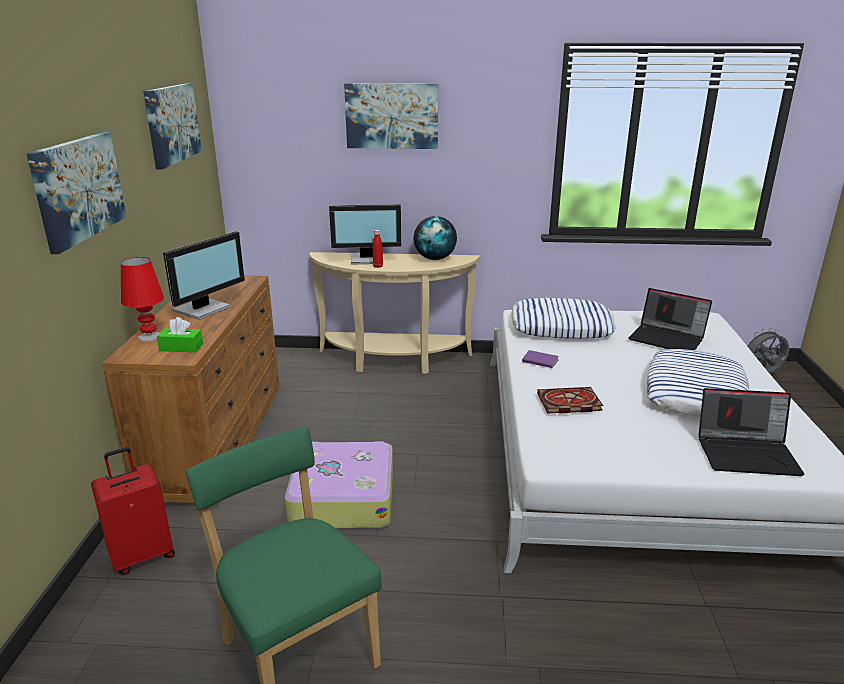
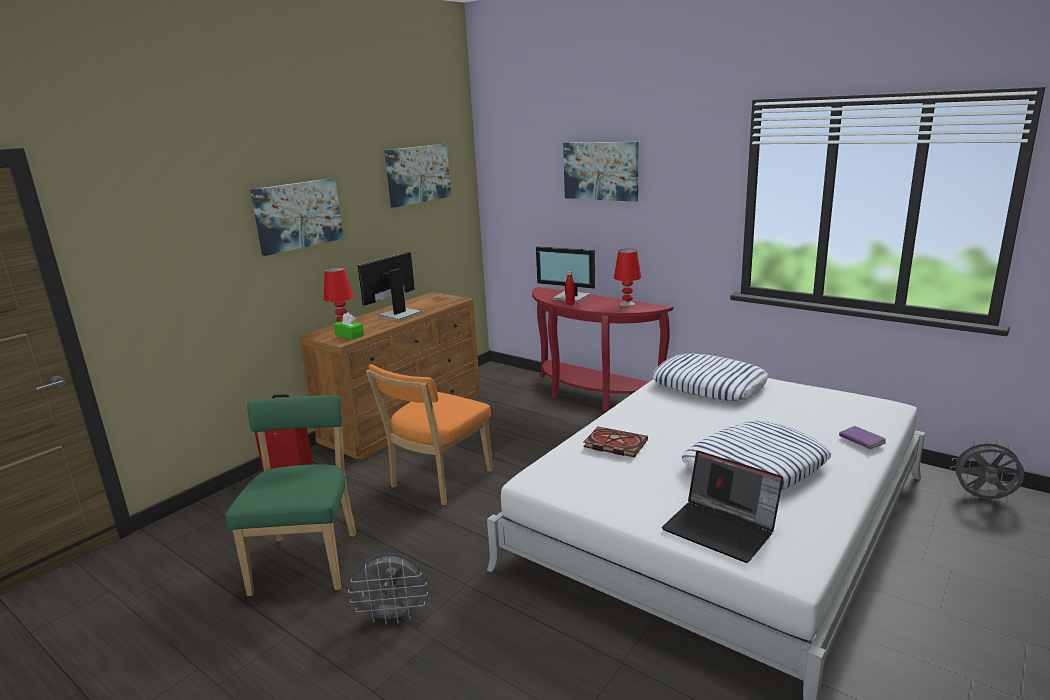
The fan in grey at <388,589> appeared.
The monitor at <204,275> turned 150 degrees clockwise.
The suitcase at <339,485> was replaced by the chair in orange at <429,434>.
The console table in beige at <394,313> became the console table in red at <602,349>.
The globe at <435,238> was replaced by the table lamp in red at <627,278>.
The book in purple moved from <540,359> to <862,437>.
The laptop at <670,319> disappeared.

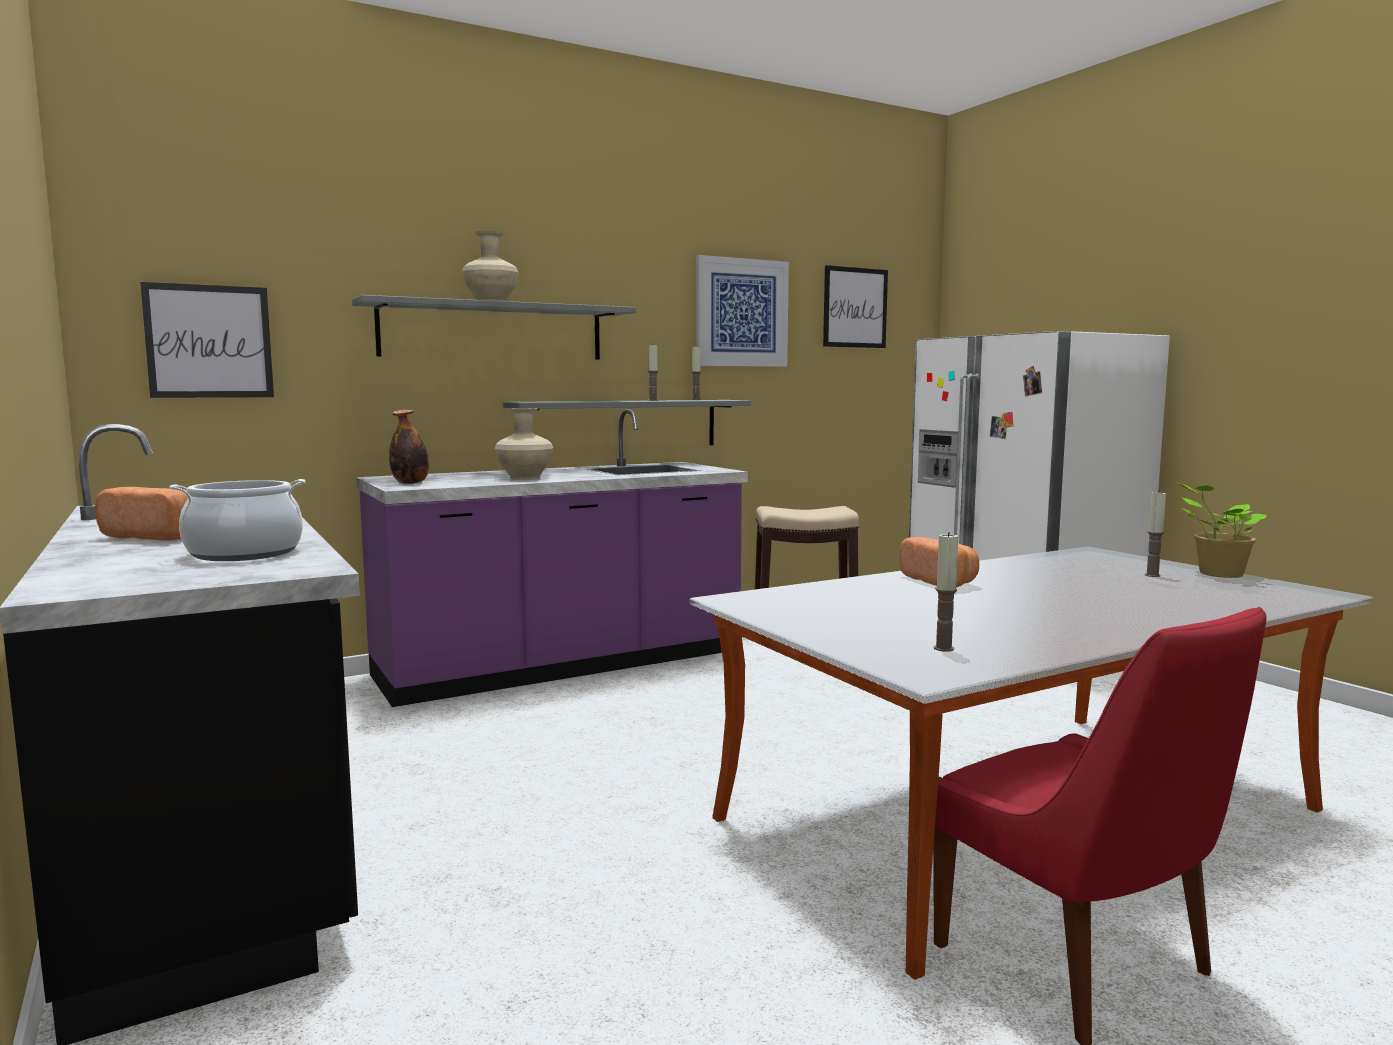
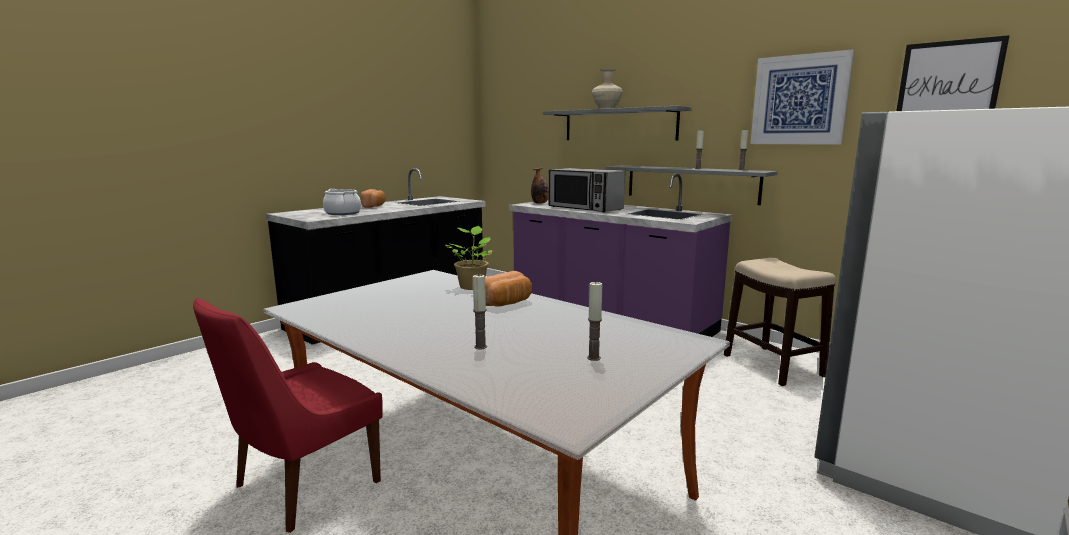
The potted plant moved from <1221,530> to <468,258>.
The candle moved from <946,592> to <480,312>.
The vase in beige at <524,444> was replaced by the microwave at <587,190>.
The picture at <207,340> disappeared.

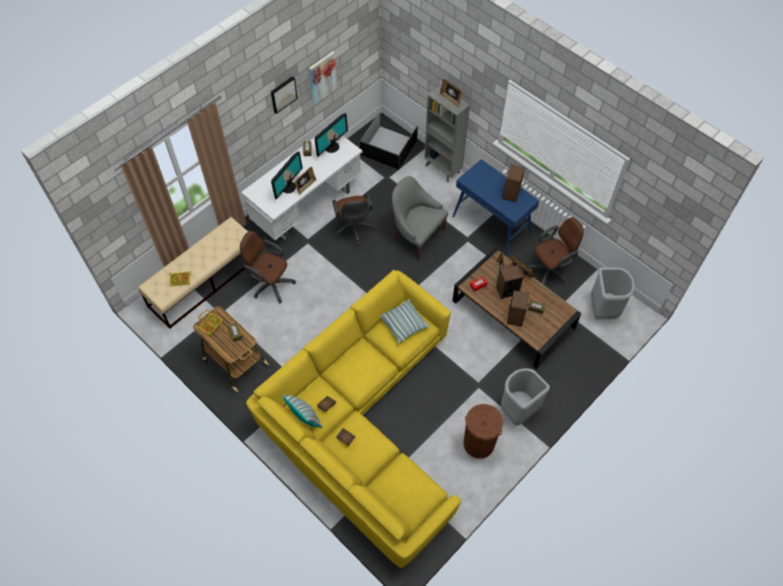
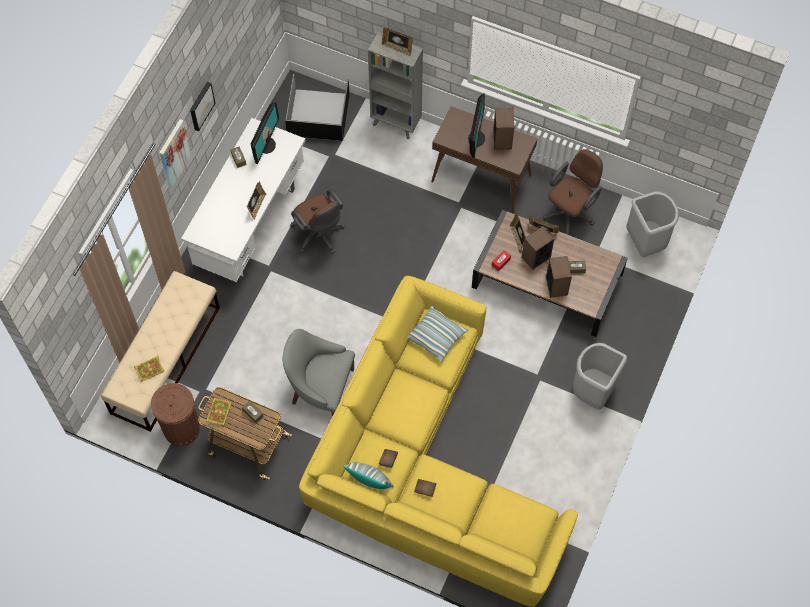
The trash can in brown moved from <483,431> to <175,414>.
The picture moved from <323,78> to <175,153>.
The armchair in grey moved from <420,218> to <319,372>.
The console table in blue at <496,207> became the console table in brown at <484,159>.
The monitor moved from <287,175> to <476,125>.
The office chair in brown at <268,267> disappeared.

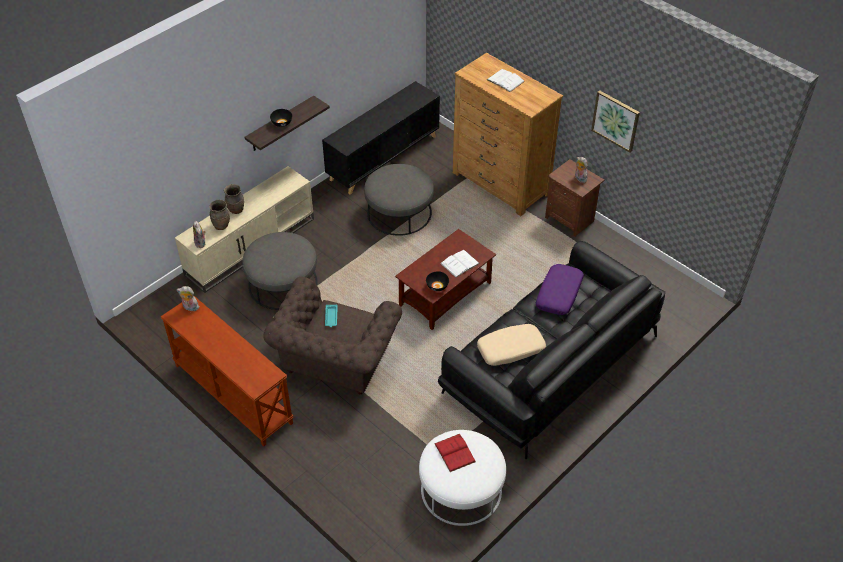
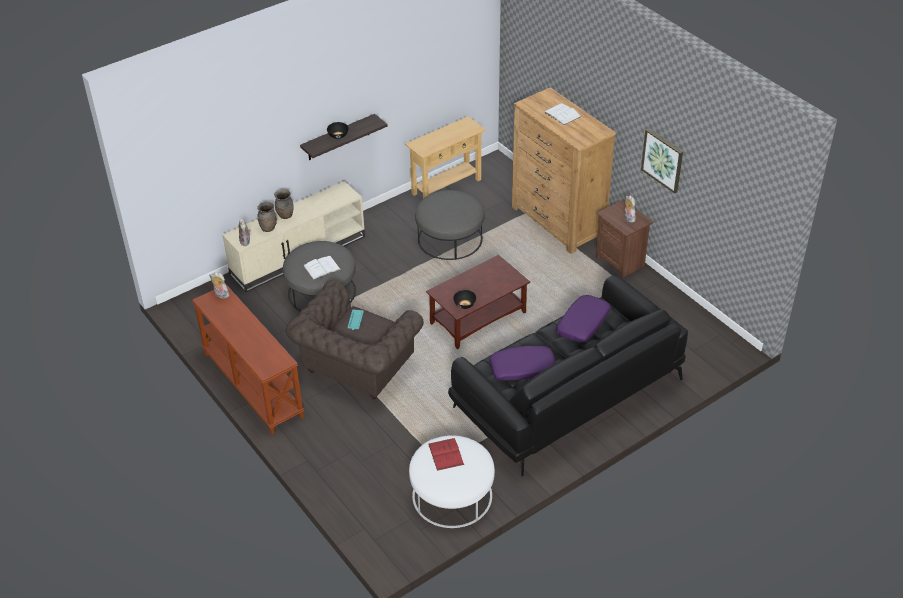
The book in white moved from <460,264> to <322,268>.
The cabinet in black at <381,137> was replaced by the console table in beige at <445,157>.
The pillow in beige at <511,345> became the pillow in purple at <522,363>.

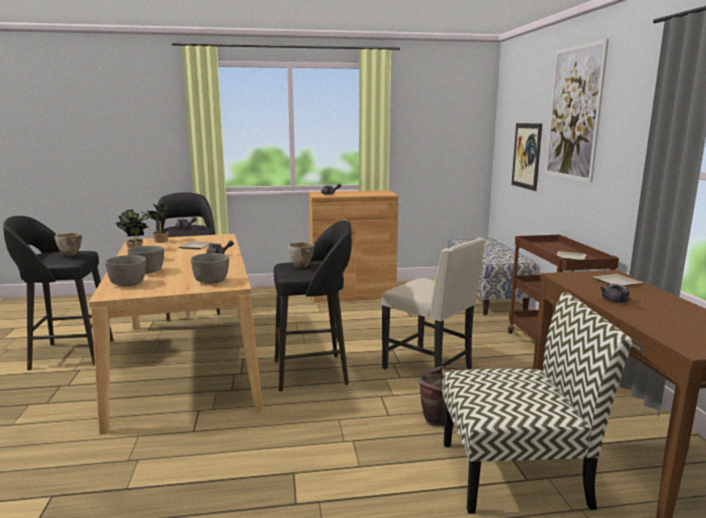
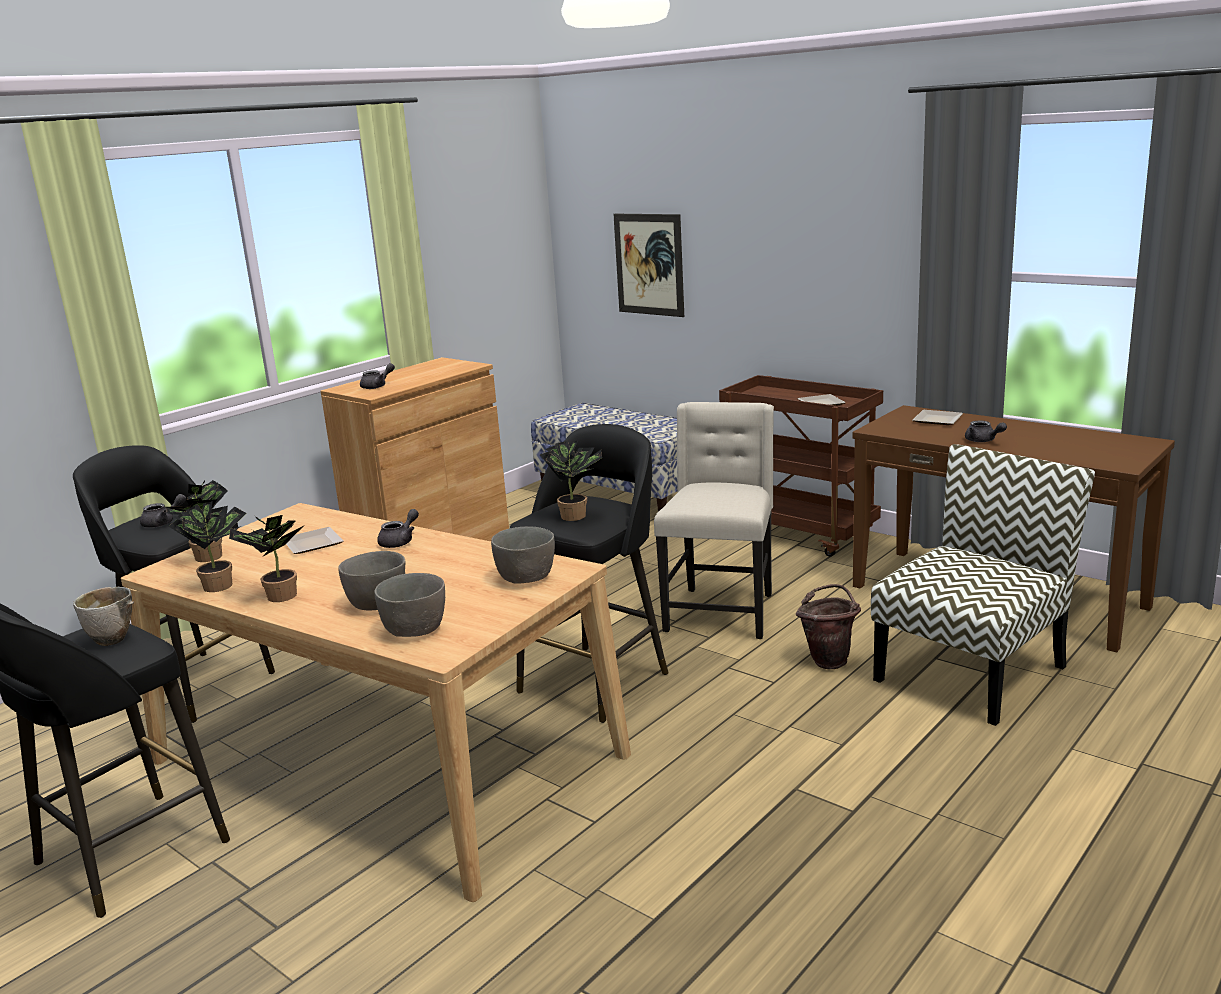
The bowl at <301,255> was replaced by the potted plant at <571,481>.
The chair in beige at <433,306> turned 75 degrees counterclockwise.
The picture at <577,110> disappeared.

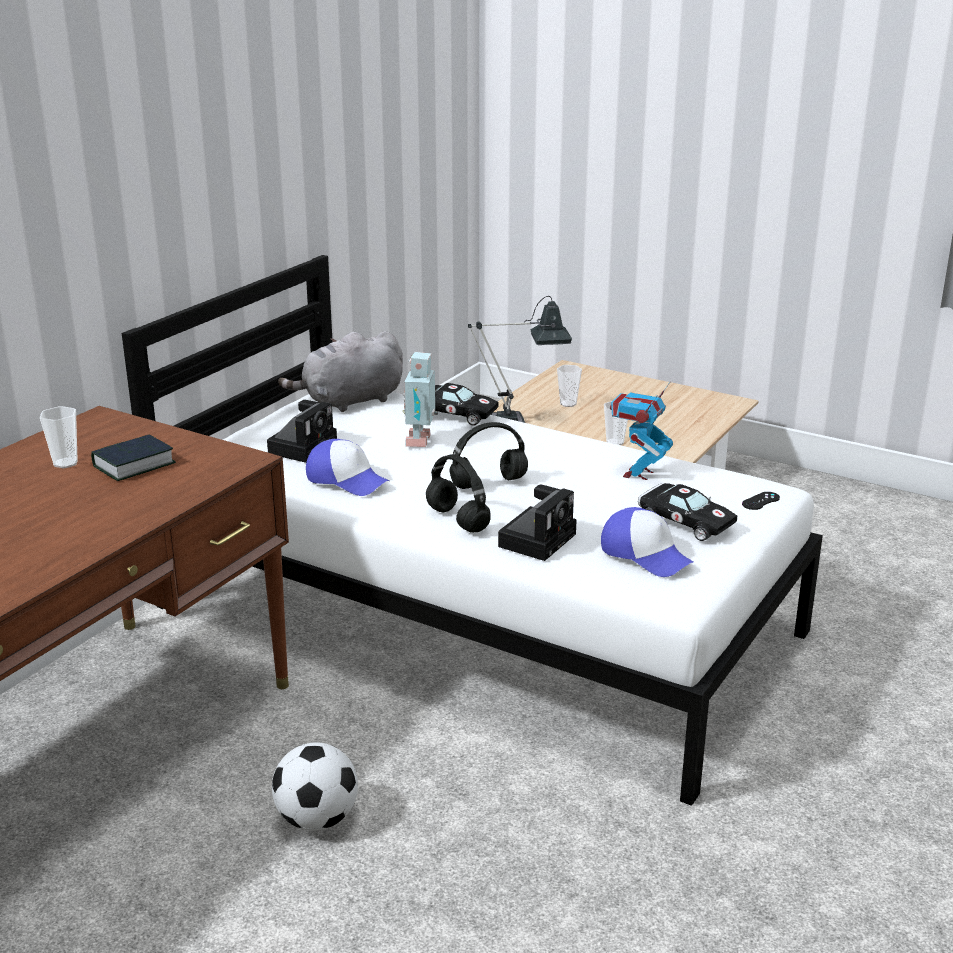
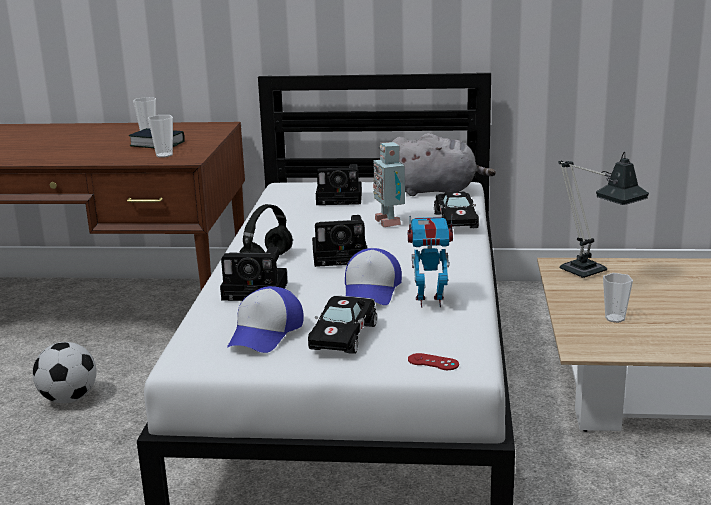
The cup moved from <569,386> to <160,136>.
The headphones in black at <489,455> was replaced by the photo camera at <339,241>.
The cap moved from <347,467> to <373,276>.
The toy robot at <420,399> turned 90 degrees counterclockwise.
The plush toy in grey at <340,371> turned 150 degrees clockwise.
The game controller in black at <761,501> became the game controller in red at <433,361>.

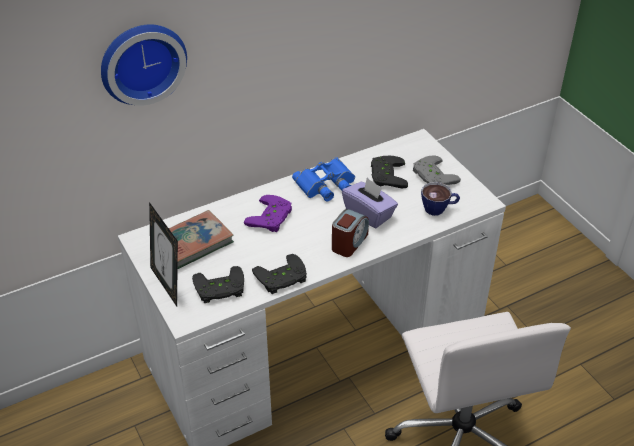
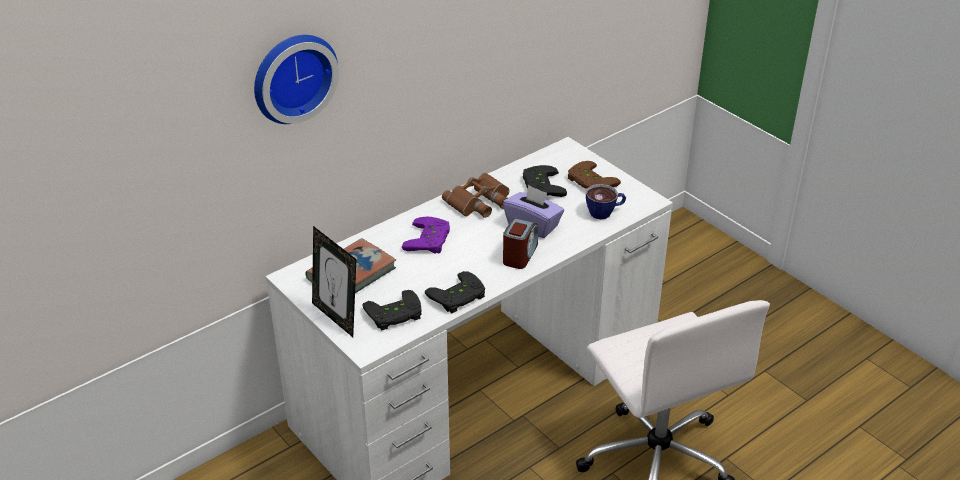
The binoculars in blue at <323,179> became the binoculars in brown at <476,195>.
The game controller in grey at <437,170> became the game controller in brown at <594,175>.

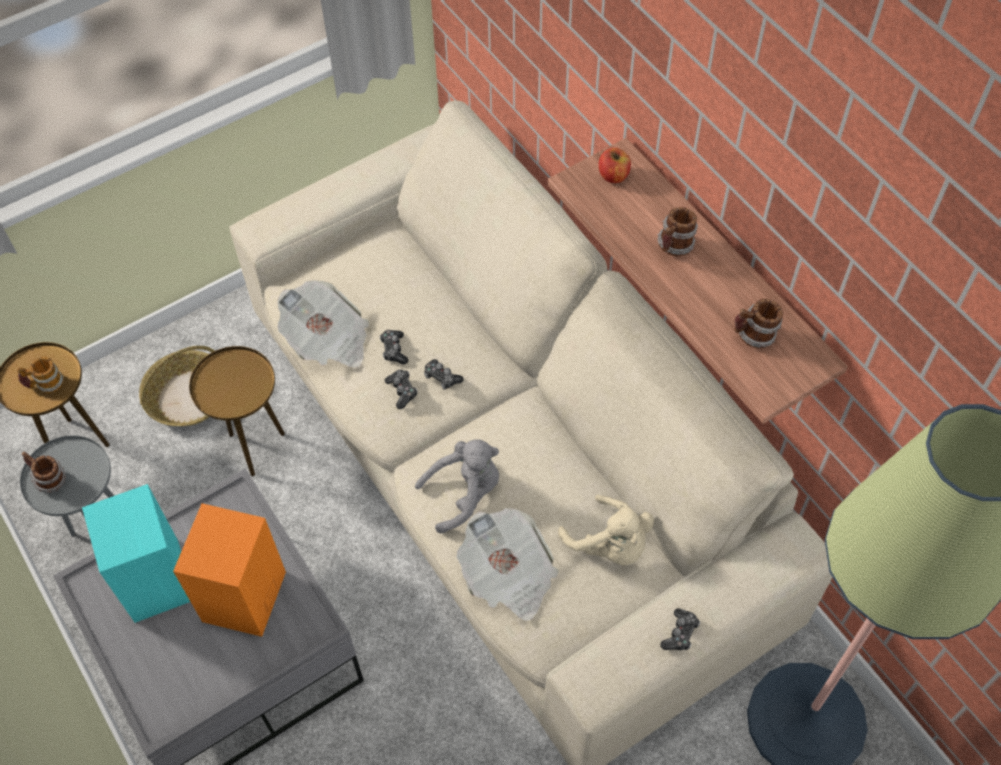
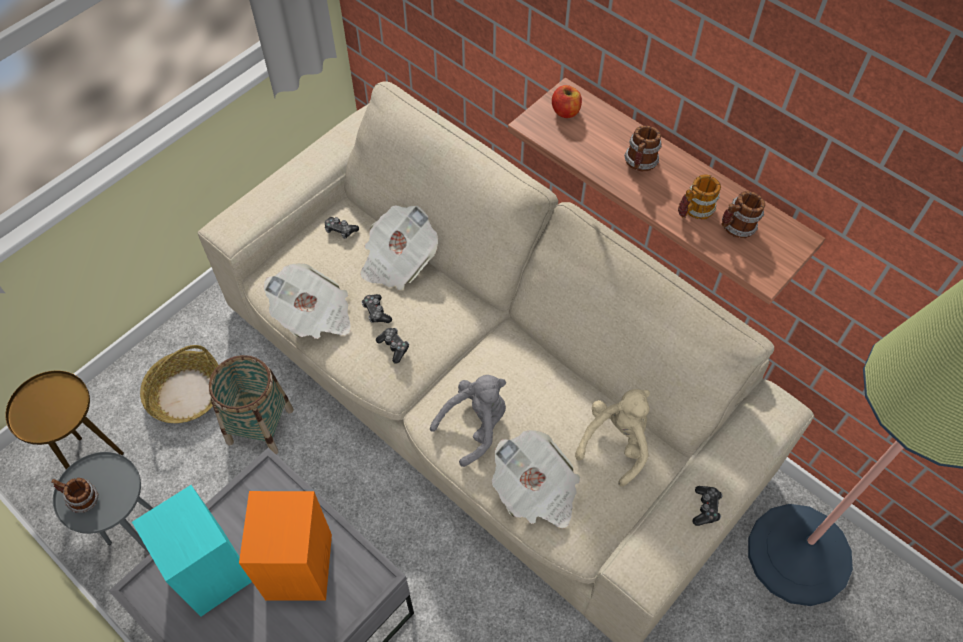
The side table in brown at <237,411> was replaced by the basket at <251,404>.
The game controller moved from <444,374> to <342,228>.
The newspaper at <399,247> appeared.
The plush toy in beige at <606,530> turned 90 degrees counterclockwise.
The mug moved from <40,375> to <699,196>.

